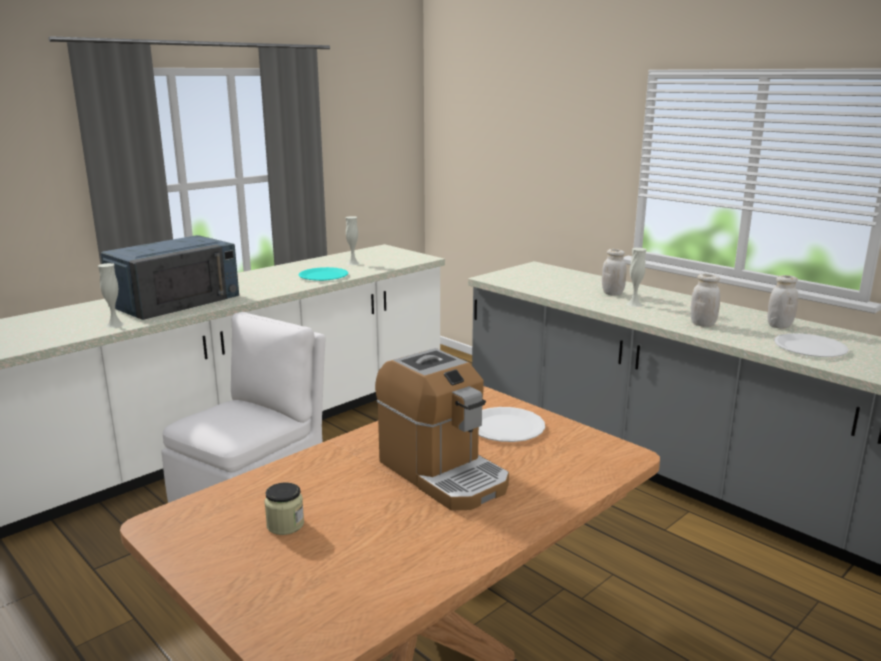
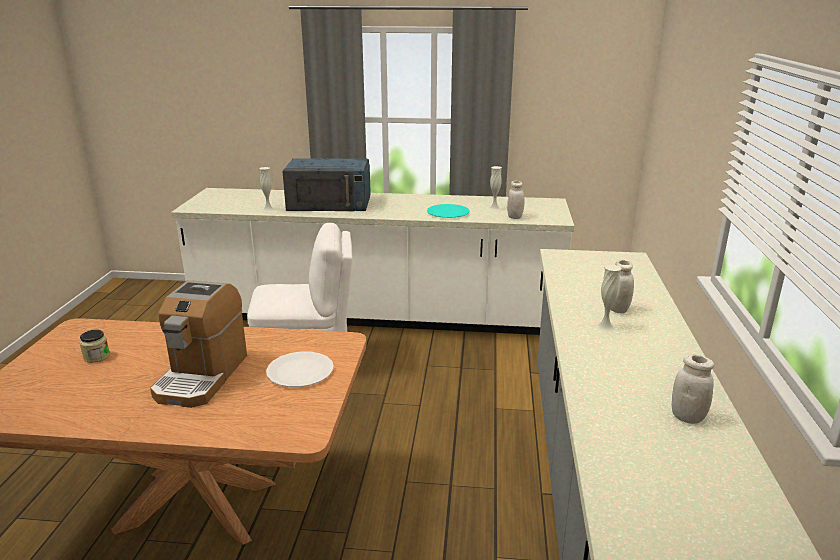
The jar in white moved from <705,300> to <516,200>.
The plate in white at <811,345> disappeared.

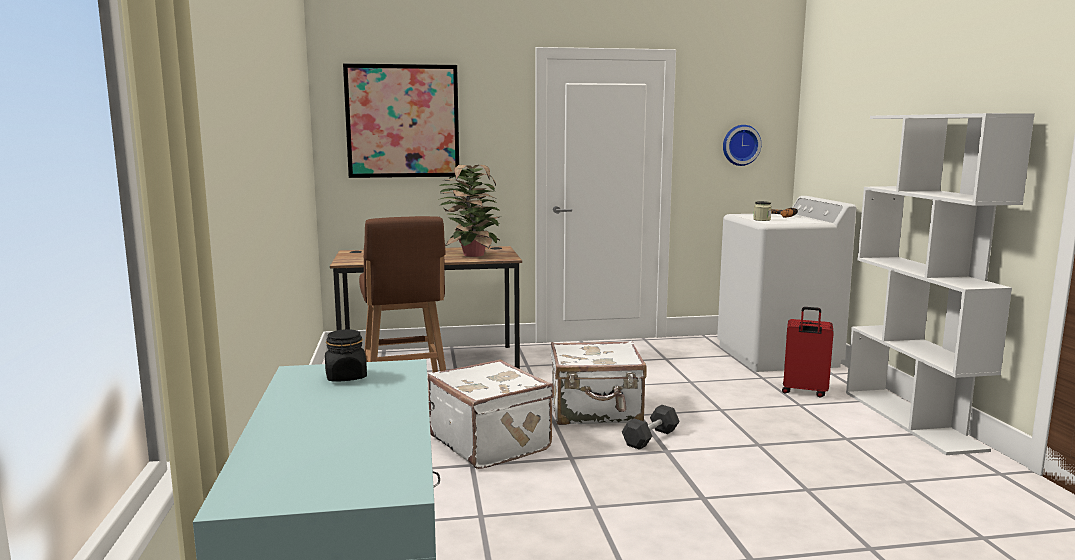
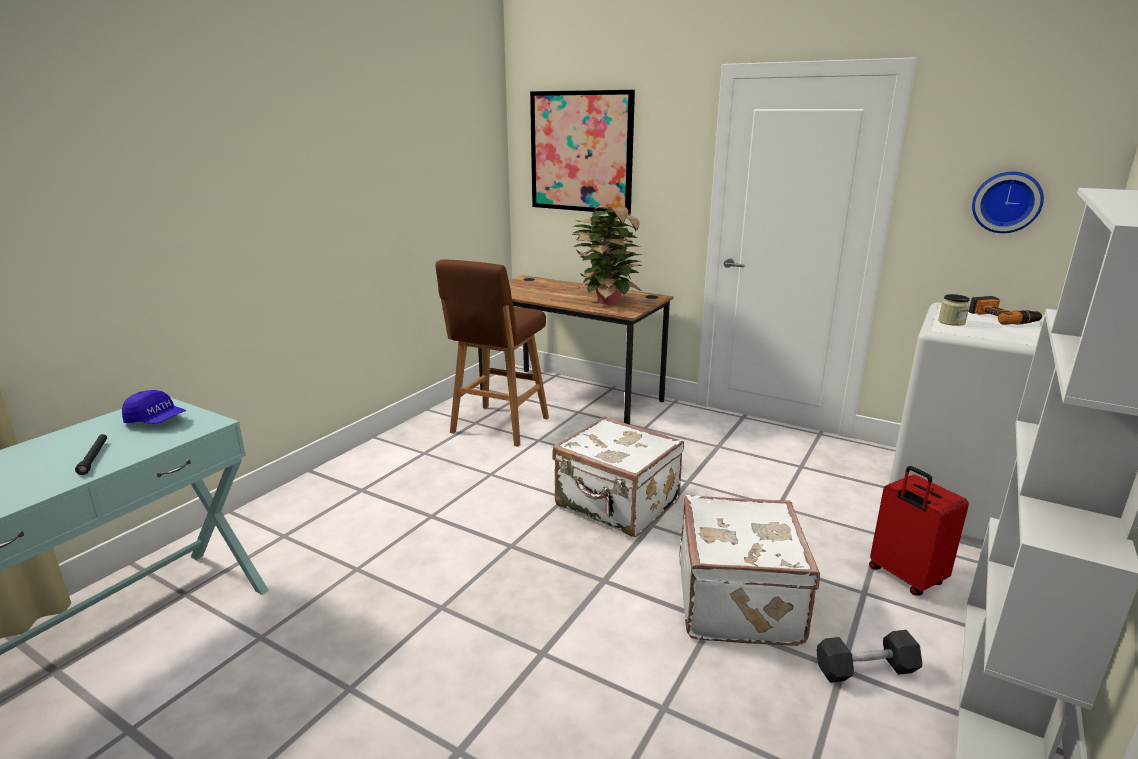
The flashlight in black at <91,454> appeared.
The jar in black at <346,355> was replaced by the cap in blue at <154,407>.
The suitcase in white moved from <491,414> to <750,570>.
The dumbbell in black moved from <651,427> to <869,656>.

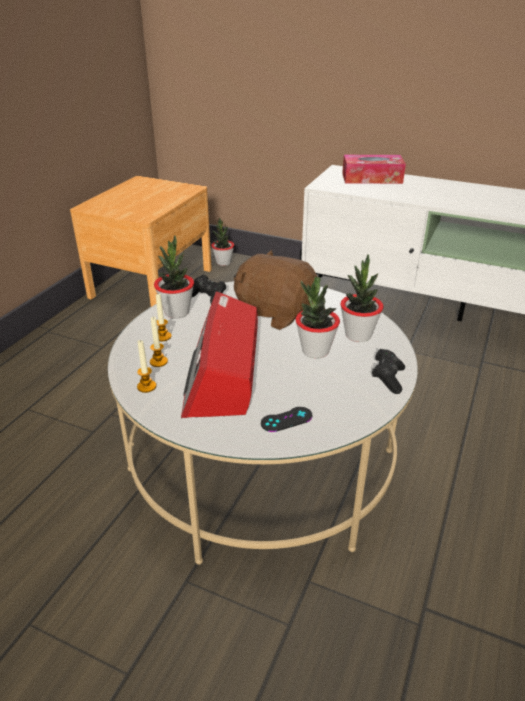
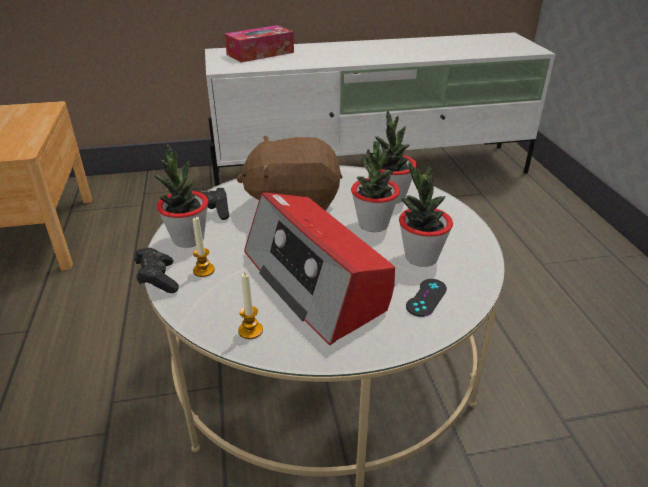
The game controller in black moved from <388,371> to <157,270>.
The potted plant moved from <222,241> to <426,214>.
The candle at <159,342> disappeared.

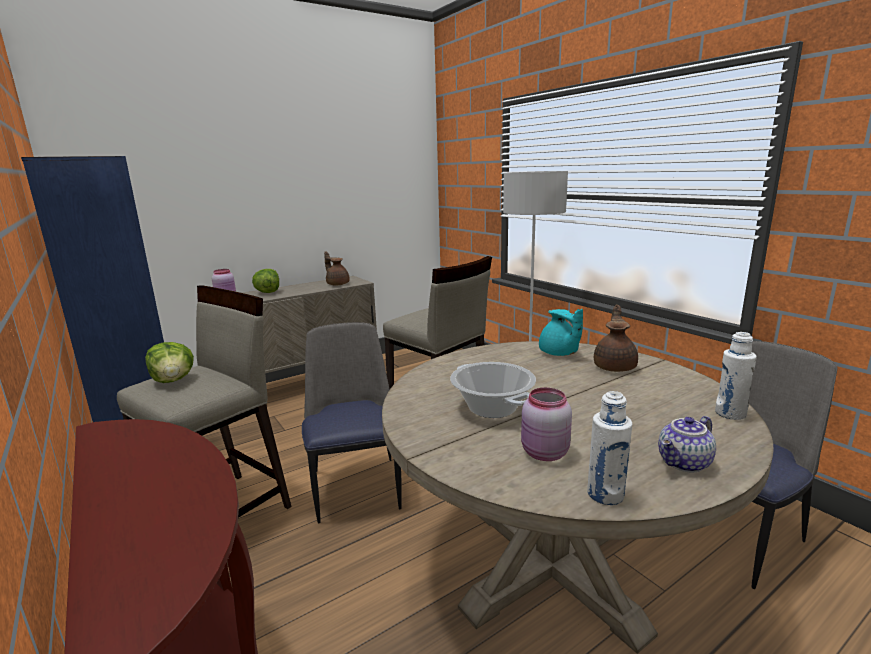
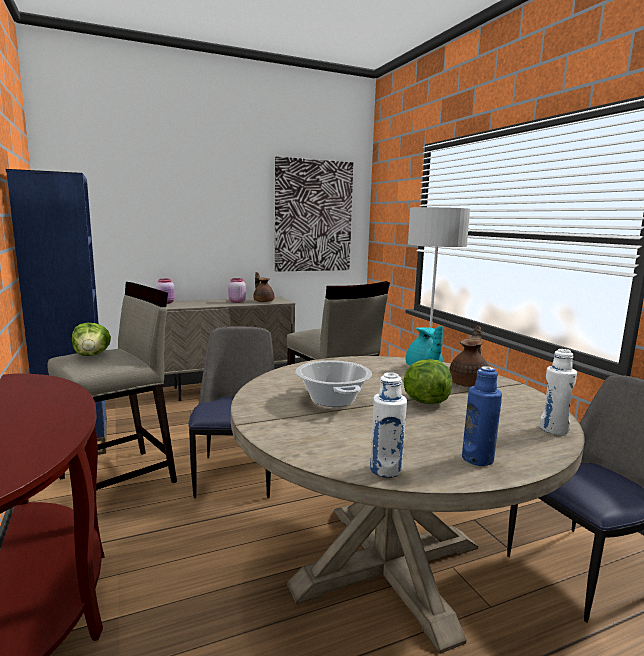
The jar in pink moved from <546,424> to <237,290>.
The picture at <314,214> appeared.
The lettuce moved from <265,281> to <427,381>.
The teapot at <687,444> was replaced by the bottle in blue at <482,416>.

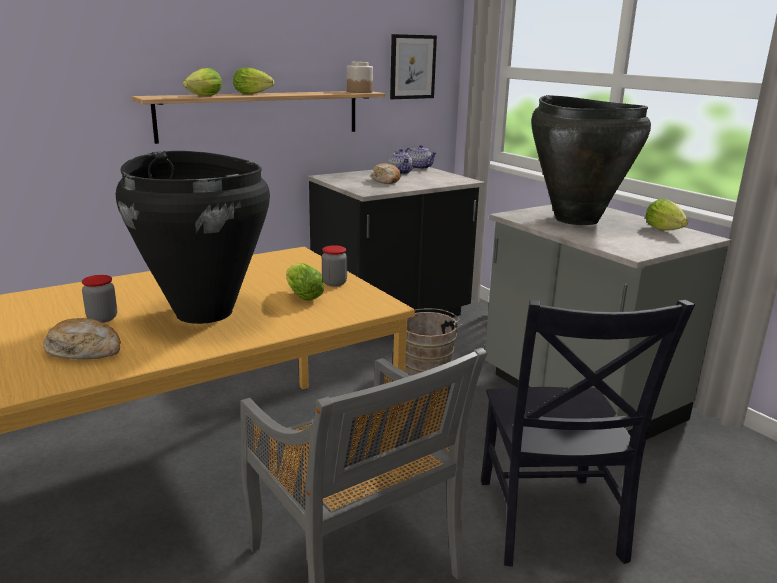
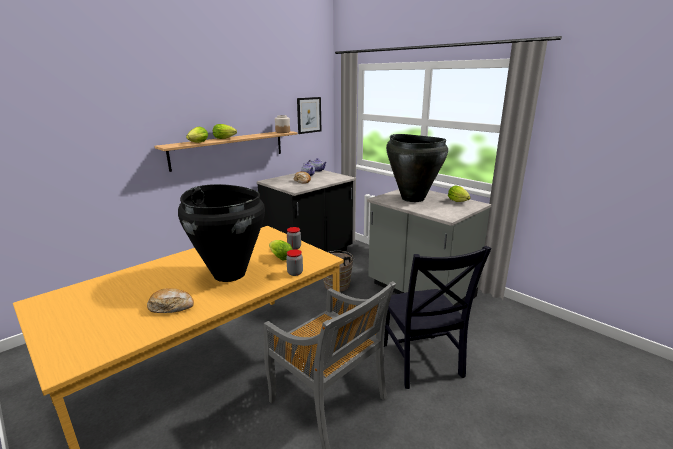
The jar moved from <99,299> to <294,262>.

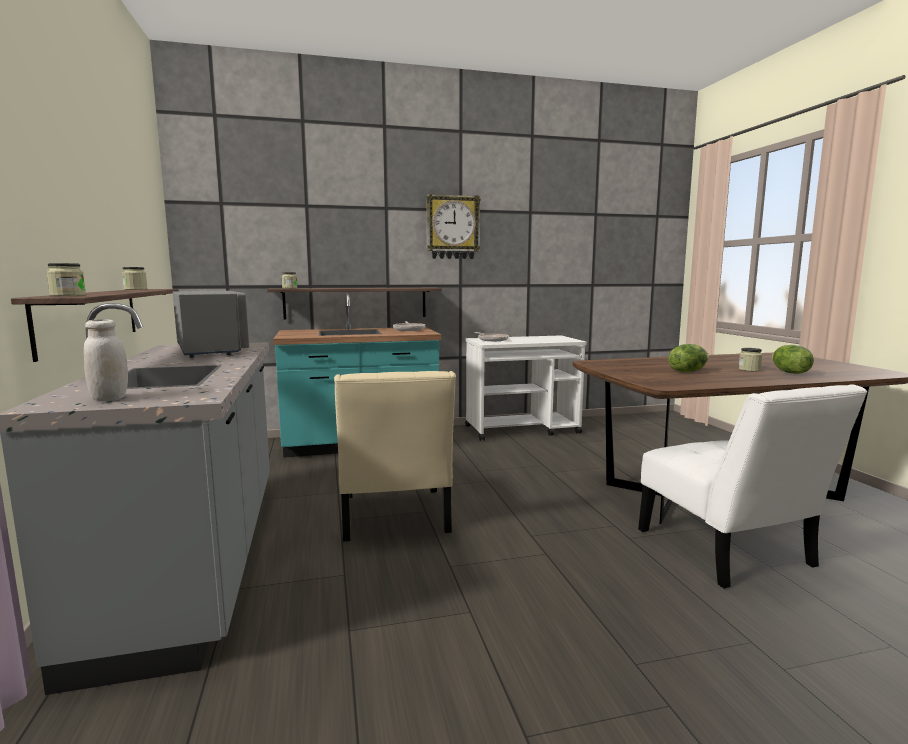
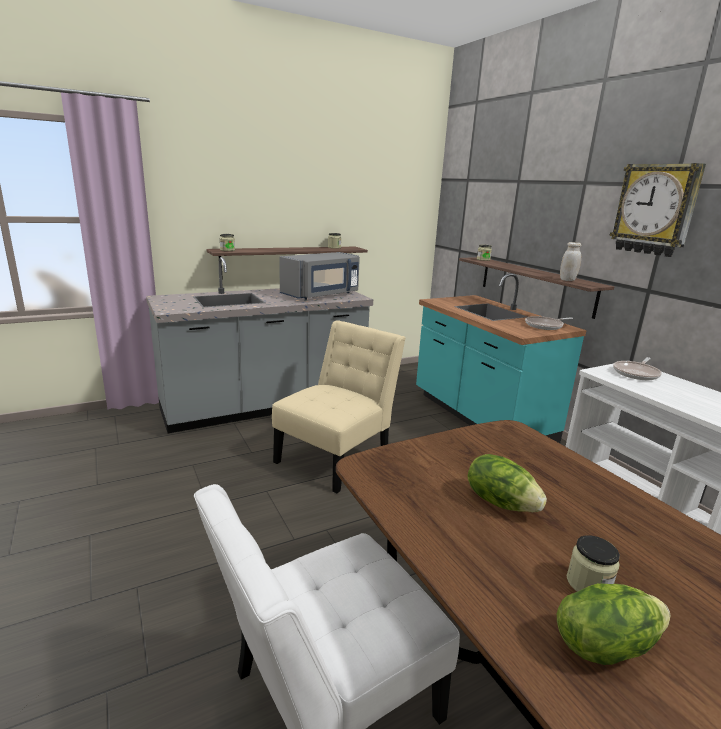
The chair in beige at <395,456> turned 150 degrees clockwise.
The jar in white moved from <106,360> to <570,261>.

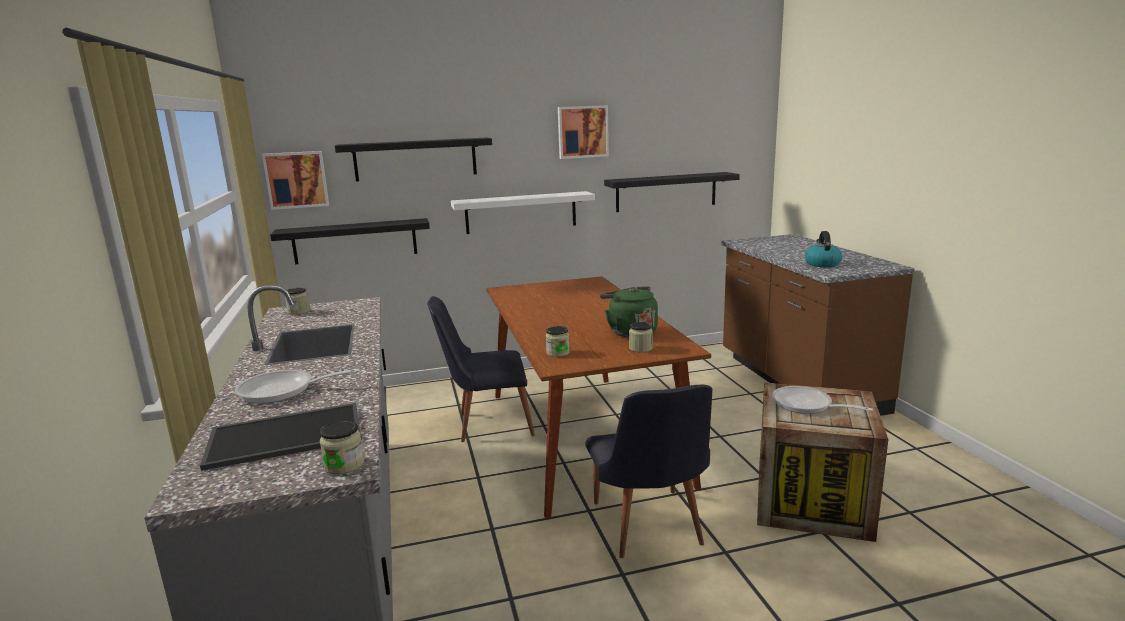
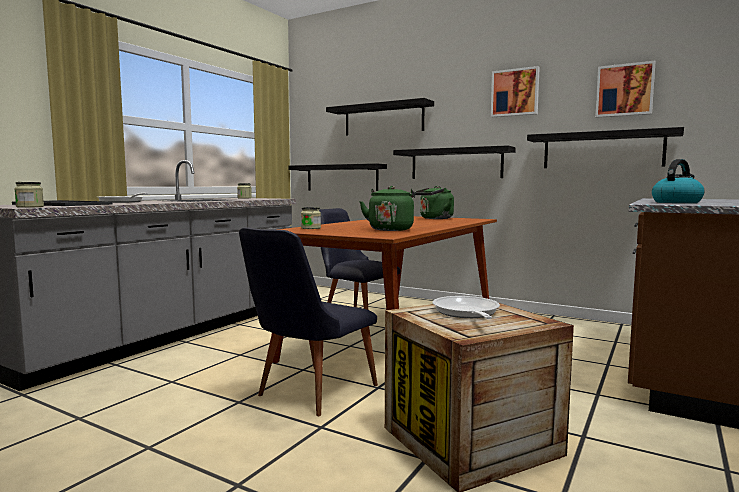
The shelf in white at <523,212> became the shelf in black at <454,162>.
The kettle in green at <434,202> appeared.
The picture moved from <295,180> to <625,89>.
The jar at <641,337> disappeared.

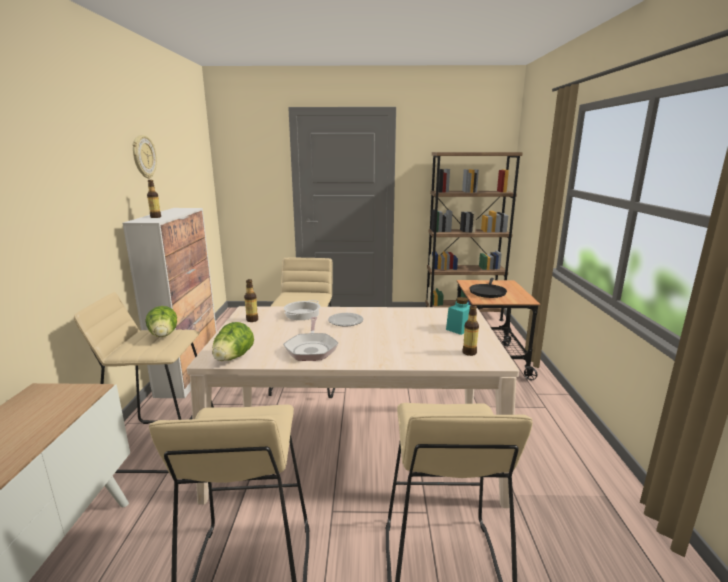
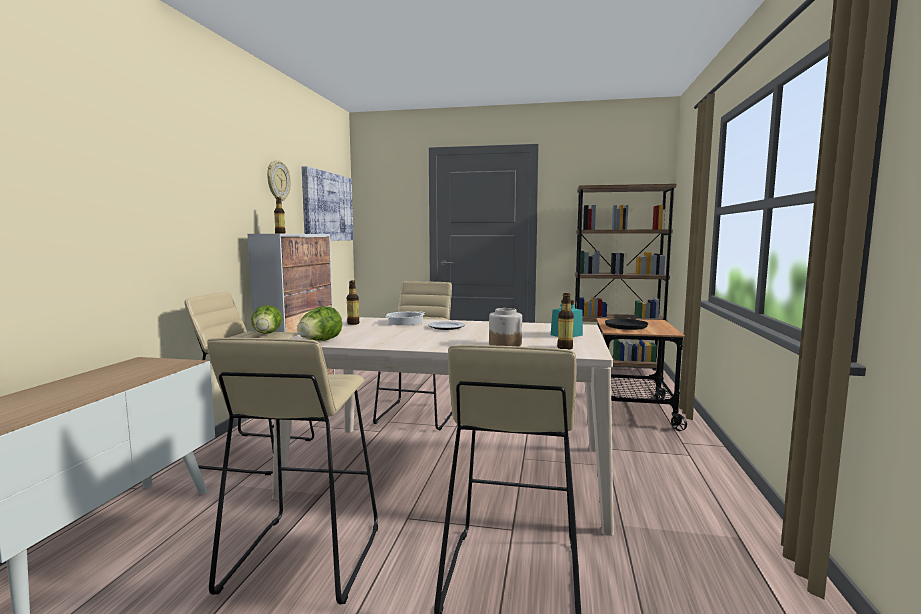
The picture at <328,203> appeared.
The jar at <505,327> appeared.
The frying pan at <310,339> disappeared.

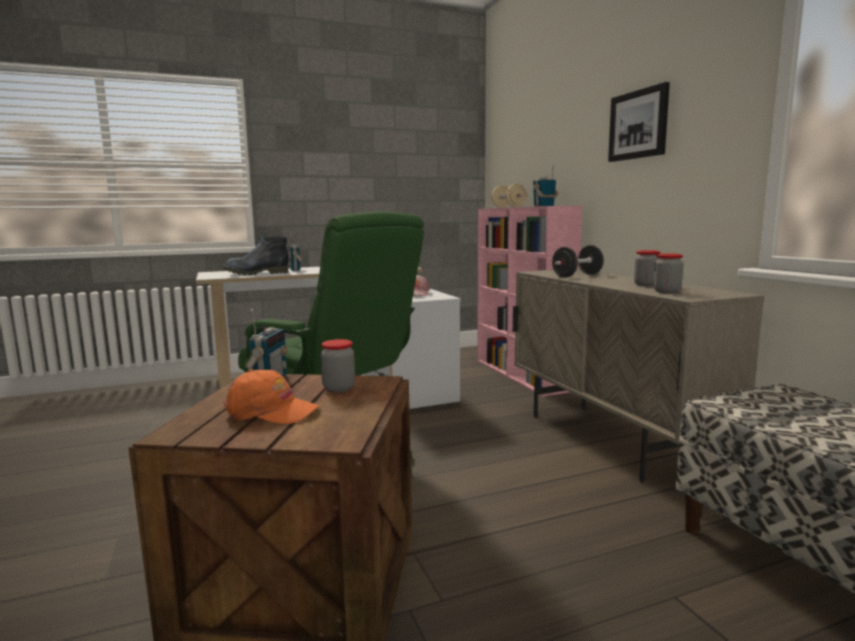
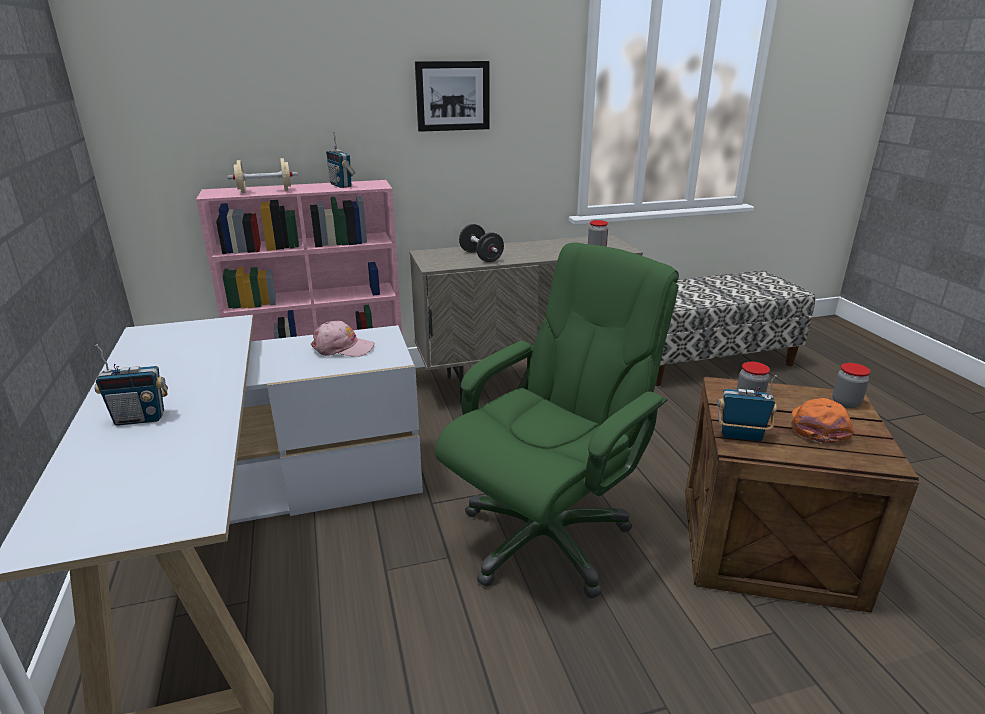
The jar moved from <647,268> to <851,385>.
The boot at <255,254> disappeared.

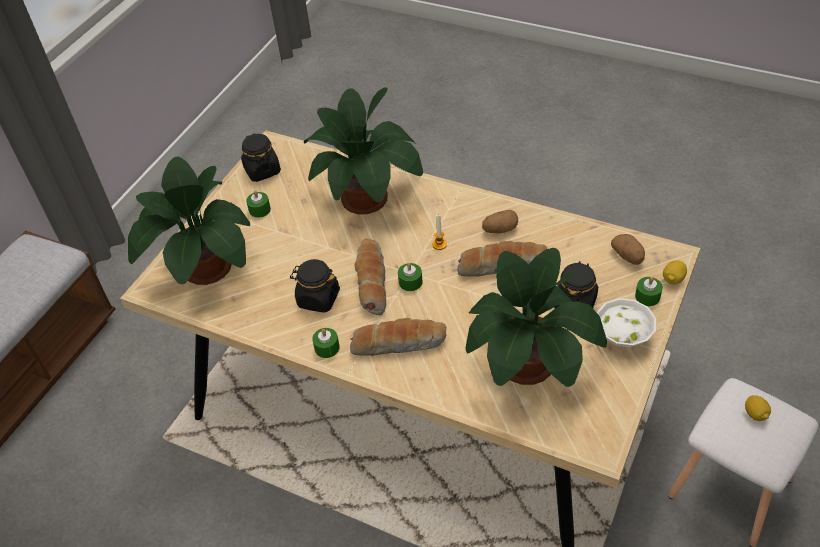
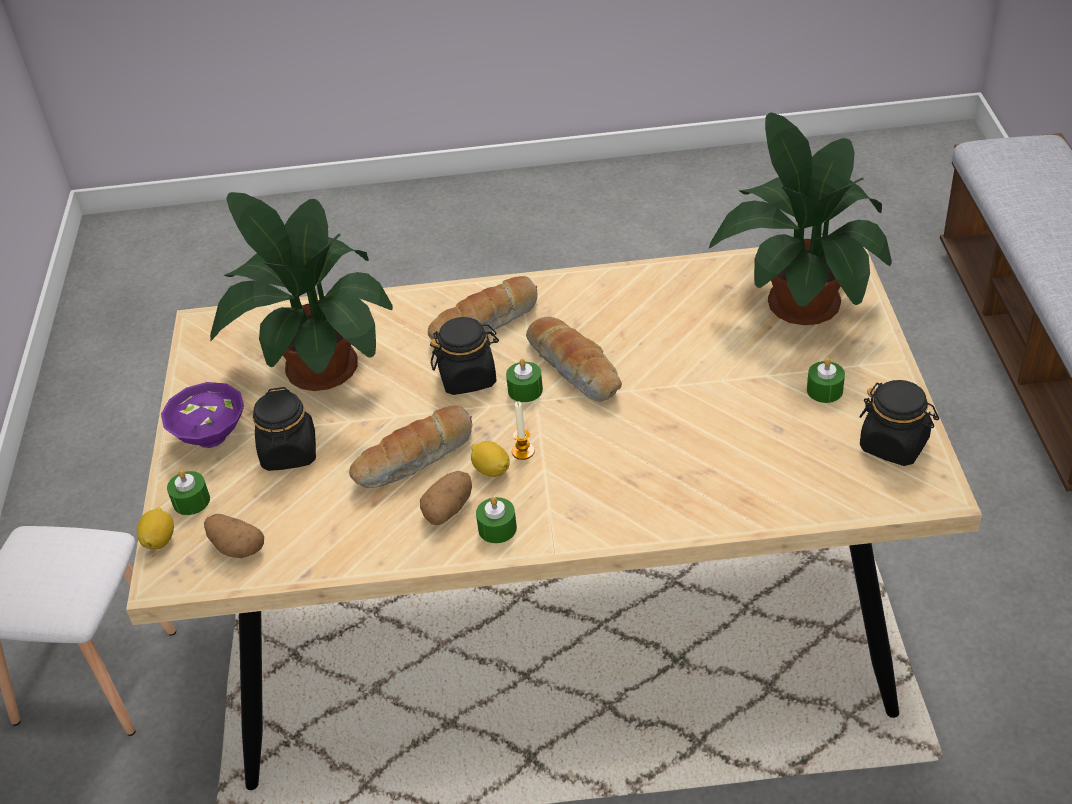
The bowl in white at <626,322> became the bowl in purple at <202,415>.
The jar in black moved from <315,286> to <464,356>.
The lemon moved from <758,408> to <490,459>.
The candle in green moved from <326,343> to <496,520>.
The potted plant at <363,151> disappeared.

